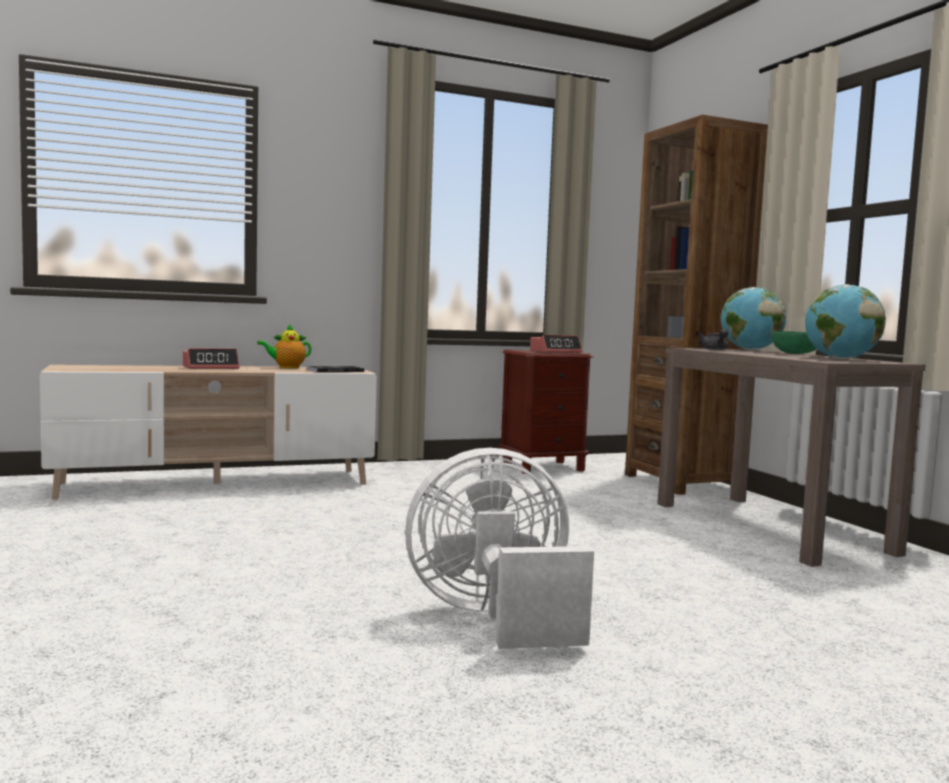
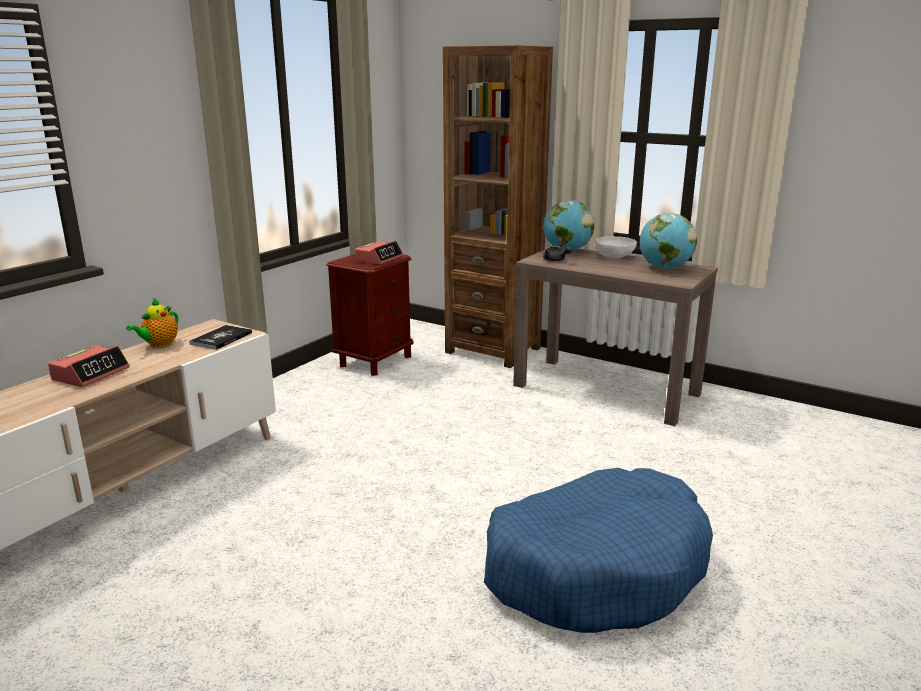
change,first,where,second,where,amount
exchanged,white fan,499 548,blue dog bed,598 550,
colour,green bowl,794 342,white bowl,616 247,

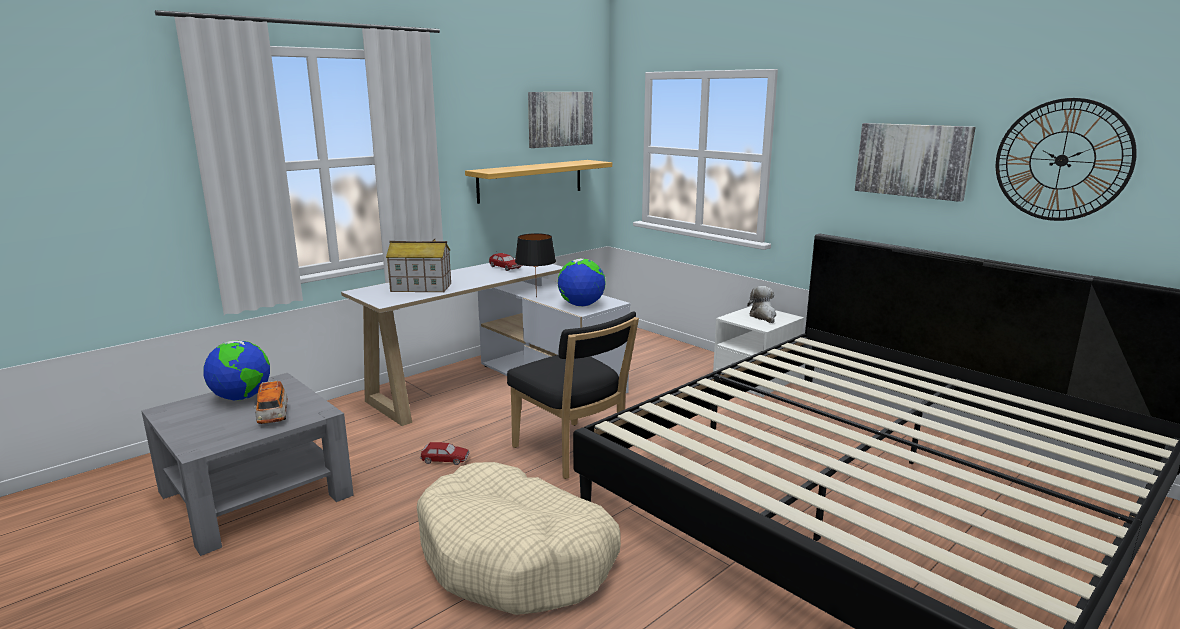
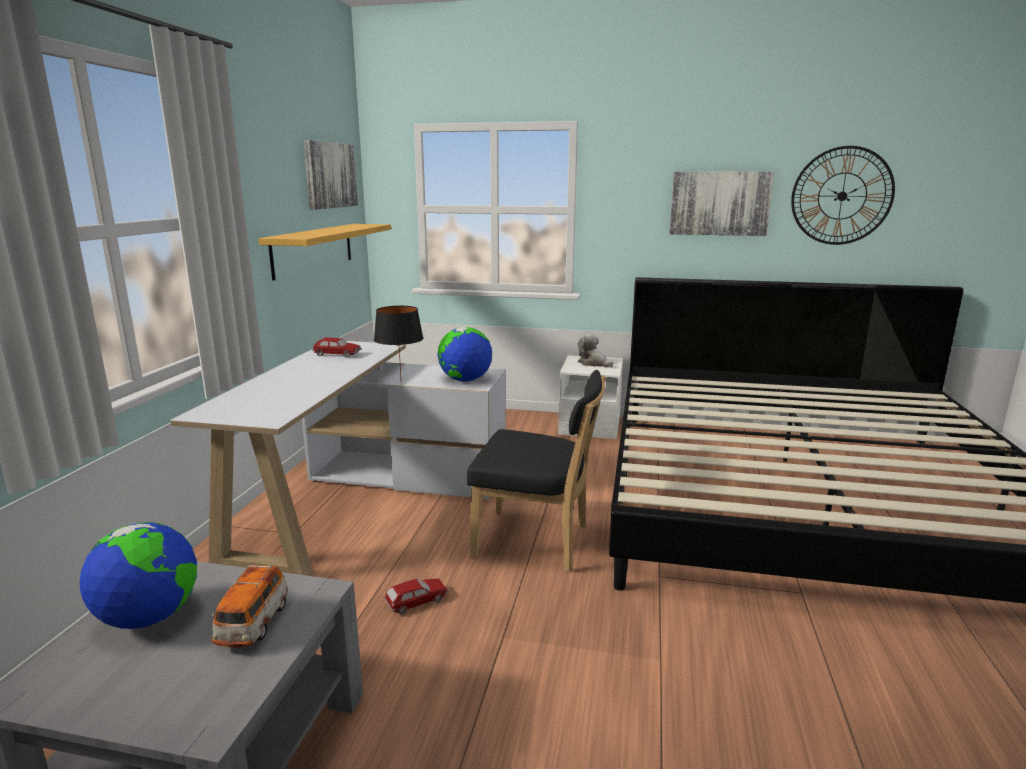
change,first,where,second,where,amount
spun,toy car,271 402,,250 606,60 degrees clockwise
missing,toy house,418 265,,,
missing,beige dog bed,519 538,,,

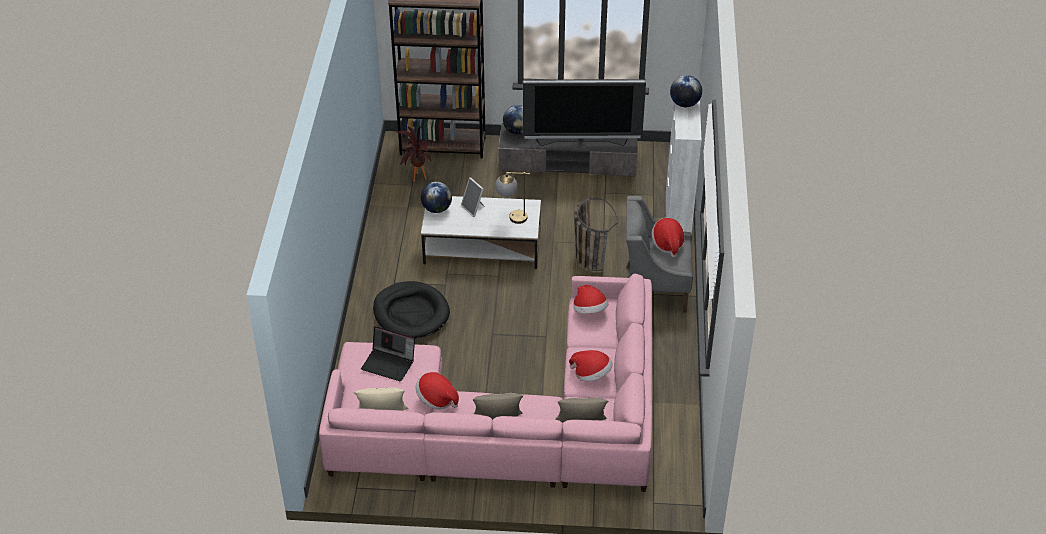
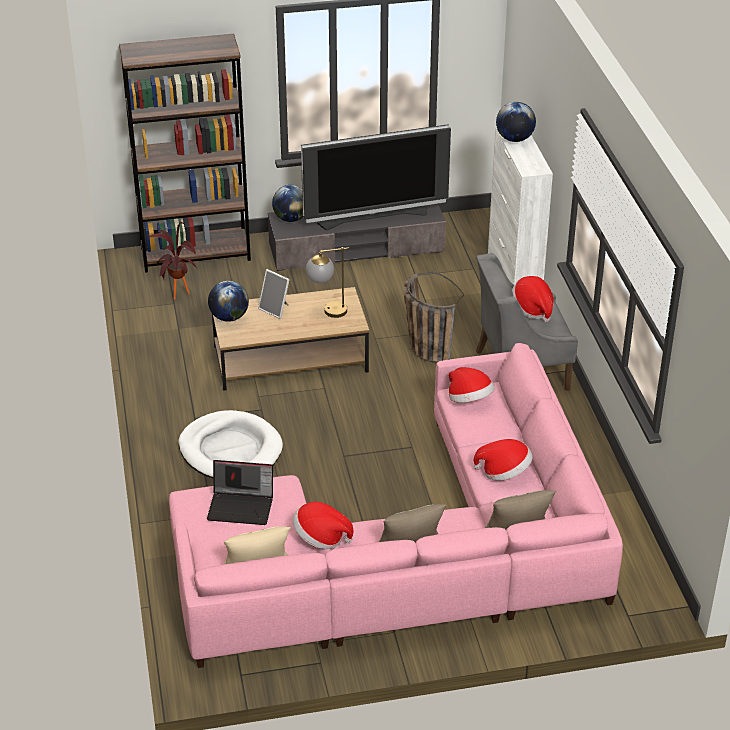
change,first,where,second,where,amount
colour,black dog bed,411 310,white dog bed,231 444,
colour,white coffee table,481 232,brown coffee table,290 339,

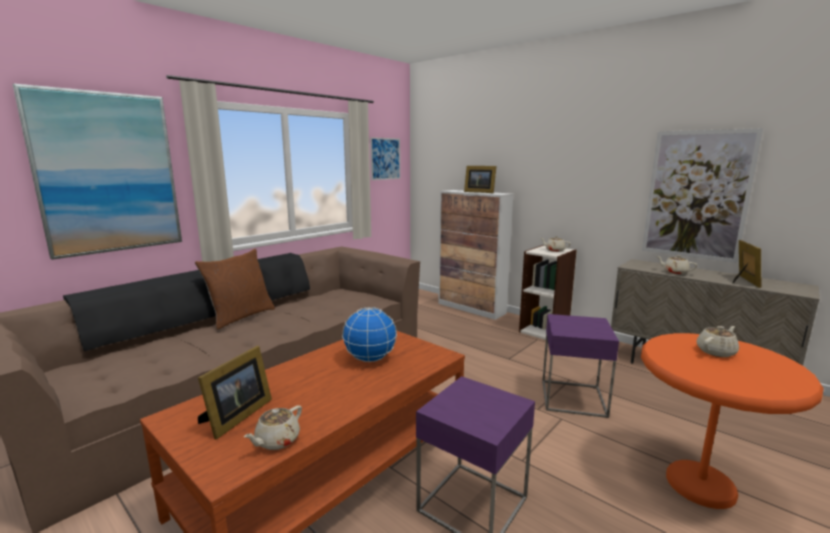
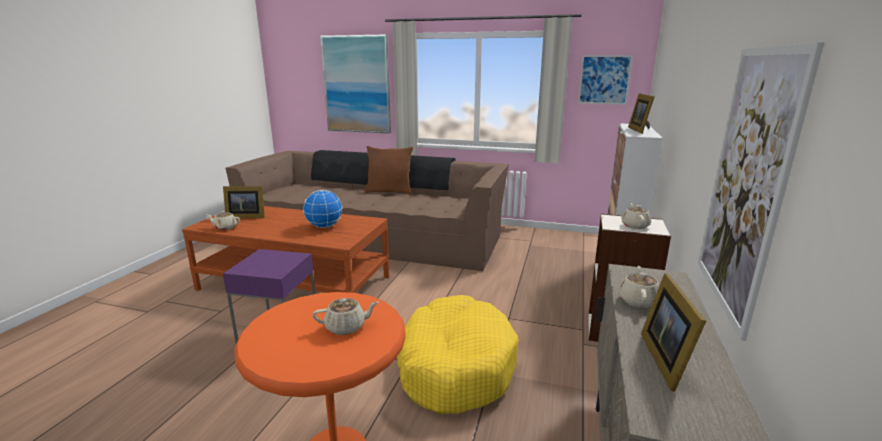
change,first,where,second,where,amount
spun,beige teapot,718 341,,345 316,45 degrees counterclockwise
exchanged,purple side table,580 366,yellow dog bed,458 354,
spun,picture frame,746 264,,673 332,105 degrees clockwise

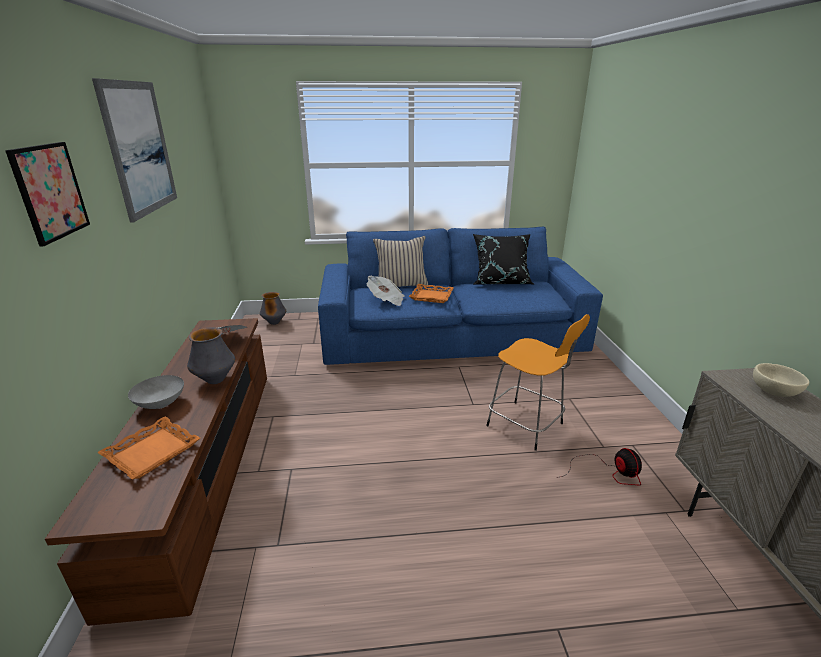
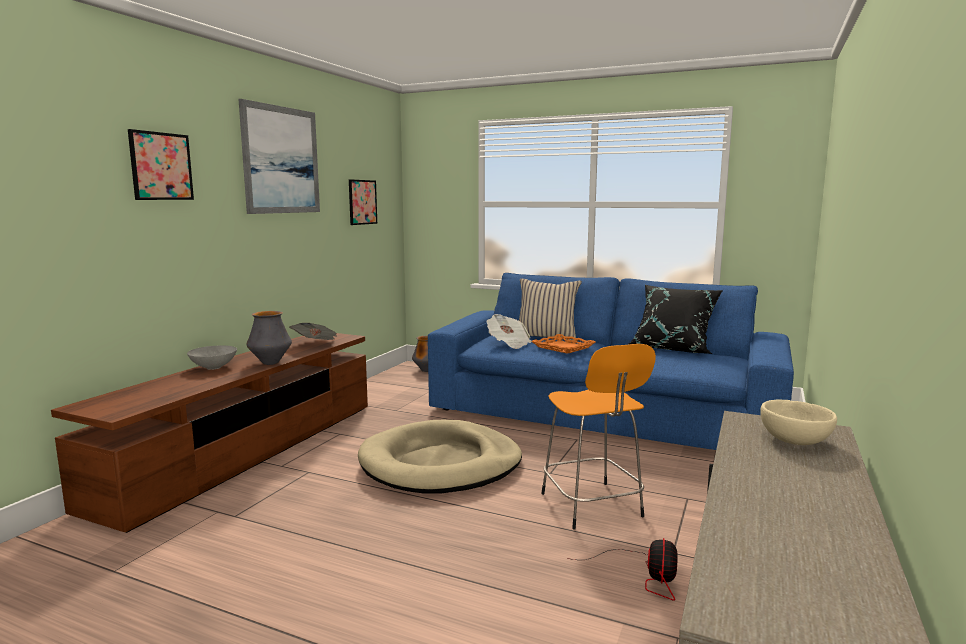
change,first,where,second,where,amount
appeared,,,picture,363 202,
appeared,,,beige dog bed,440 457,
missing,orange tray,148 448,,,

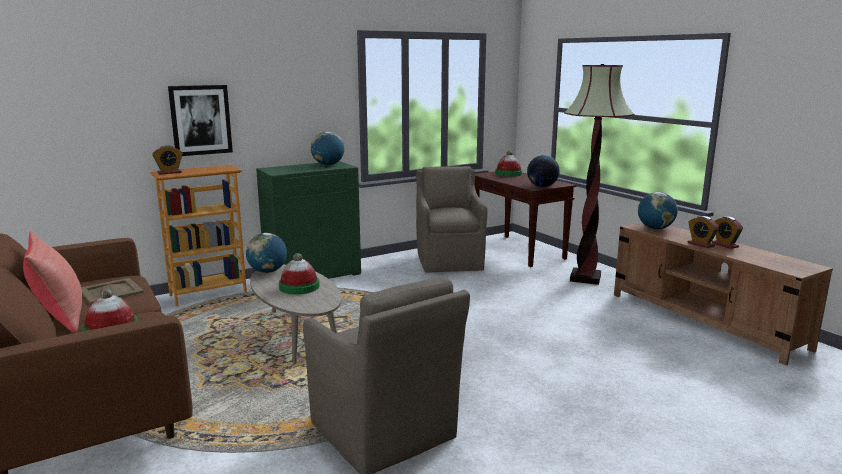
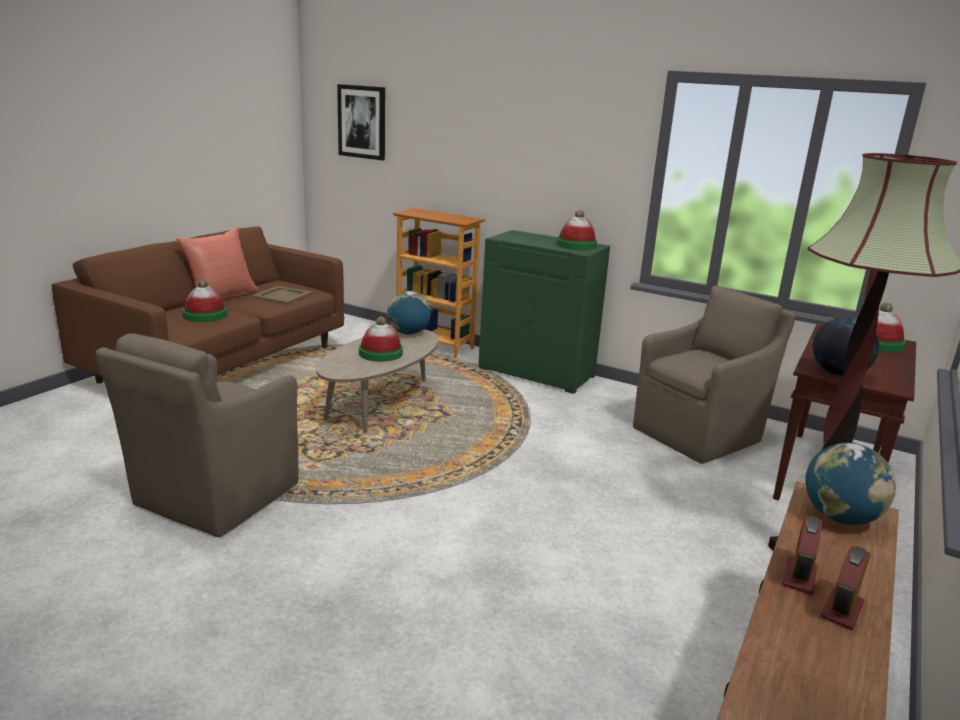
change,first,where,second,where,amount
relocated,picture,200 120,,361 122,
exchanged,globe,327 148,hat,577 230,
missing,alarm clock,167 160,,,

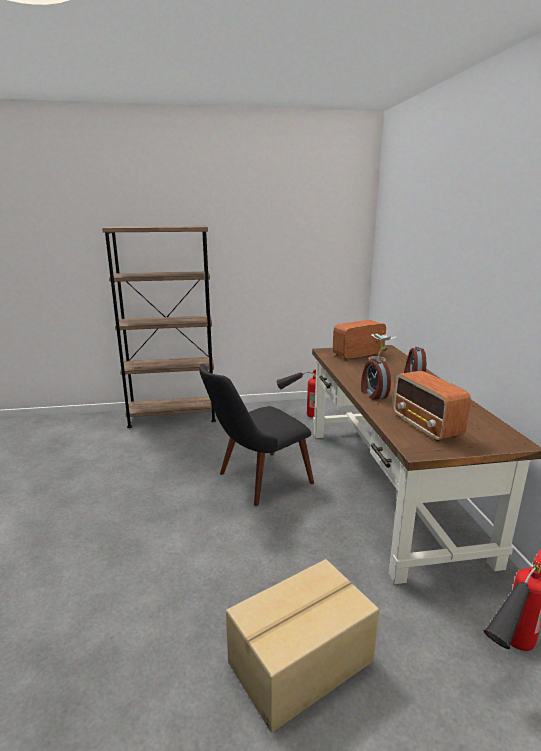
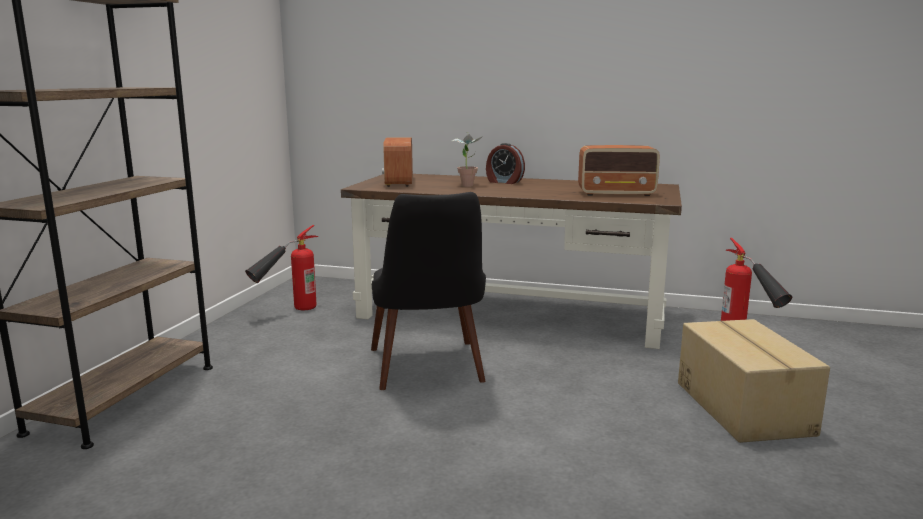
change,first,where,second,where,amount
missing,alarm clock,376 379,,,

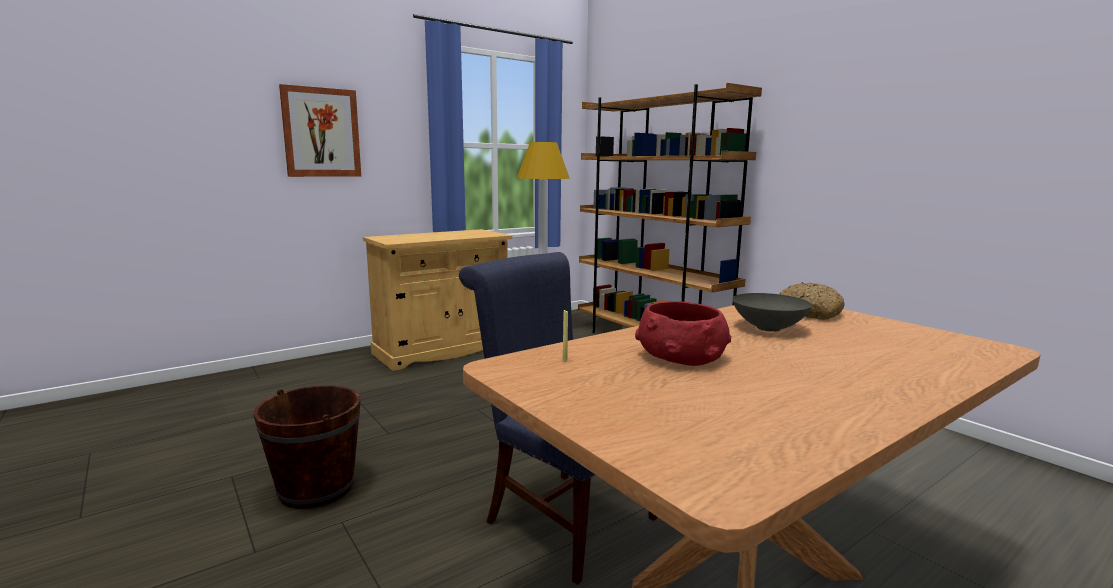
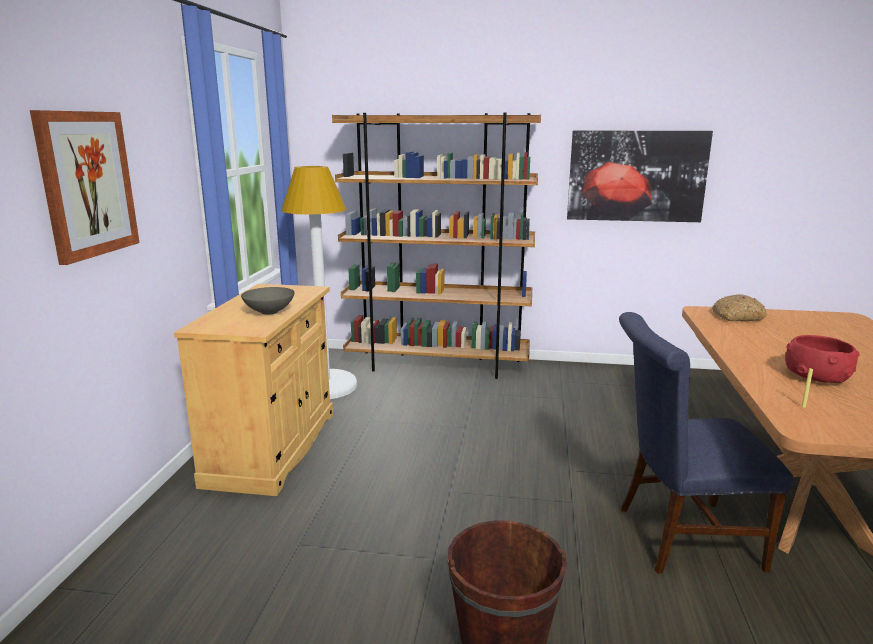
change,first,where,second,where,amount
relocated,grey bowl,772 312,,268 301,
appeared,,,picture,640 176,

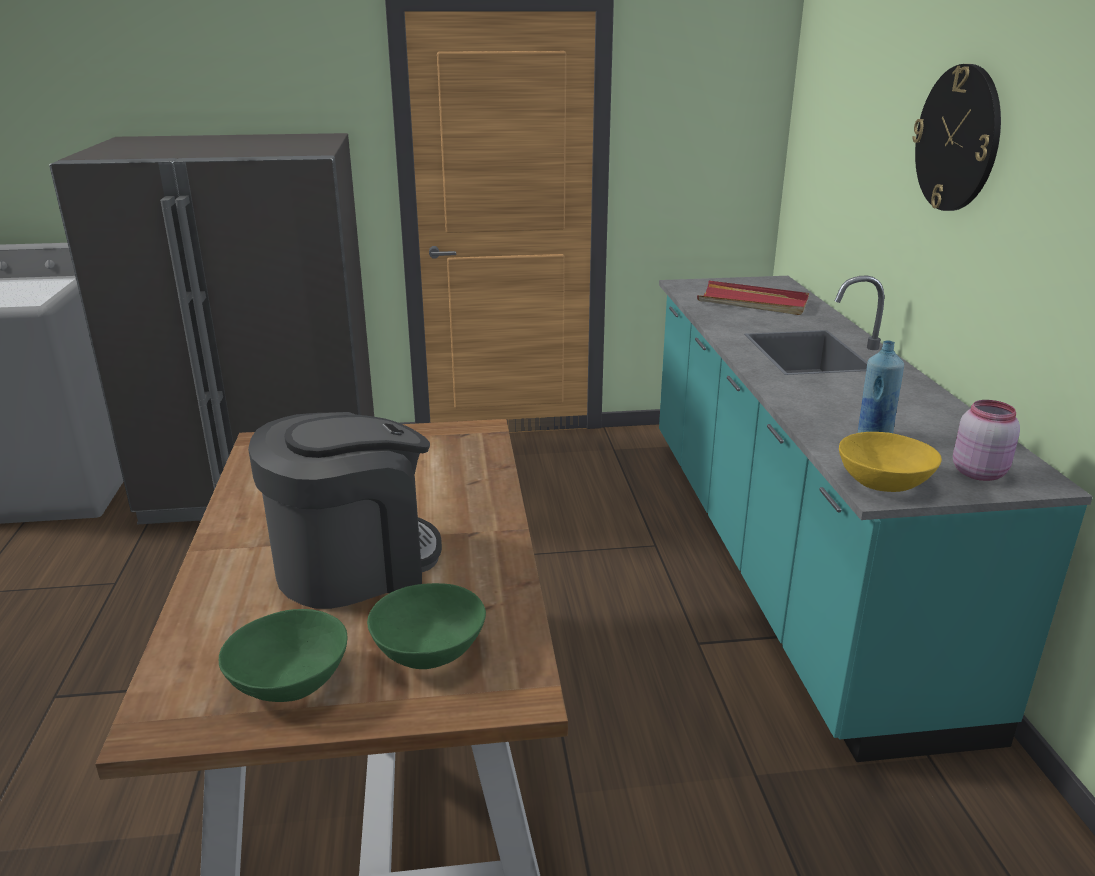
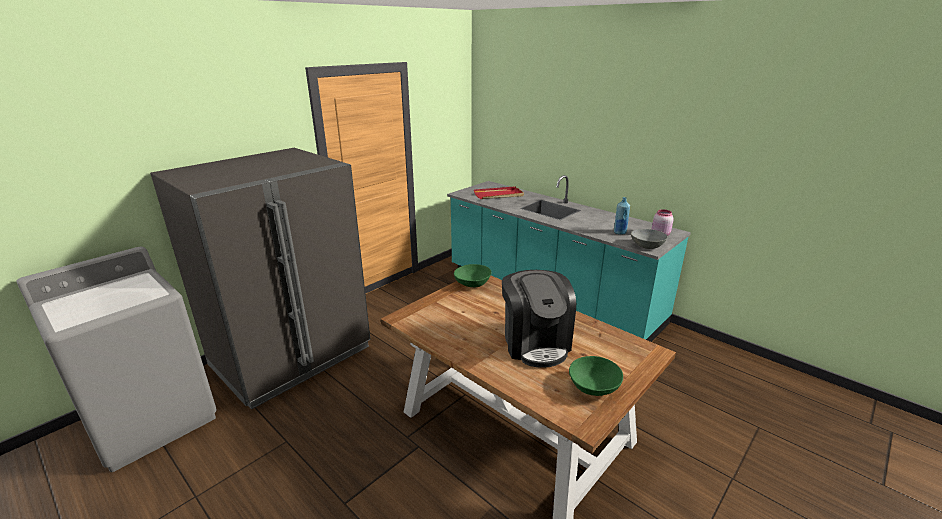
change,first,where,second,where,amount
relocated,green bowl,426 626,,472 275,
spun,coffee machine,345 510,,539 319,150 degrees clockwise
colour,yellow bowl,890 462,grey bowl,649 239,
missing,wall clock,956 137,,,

